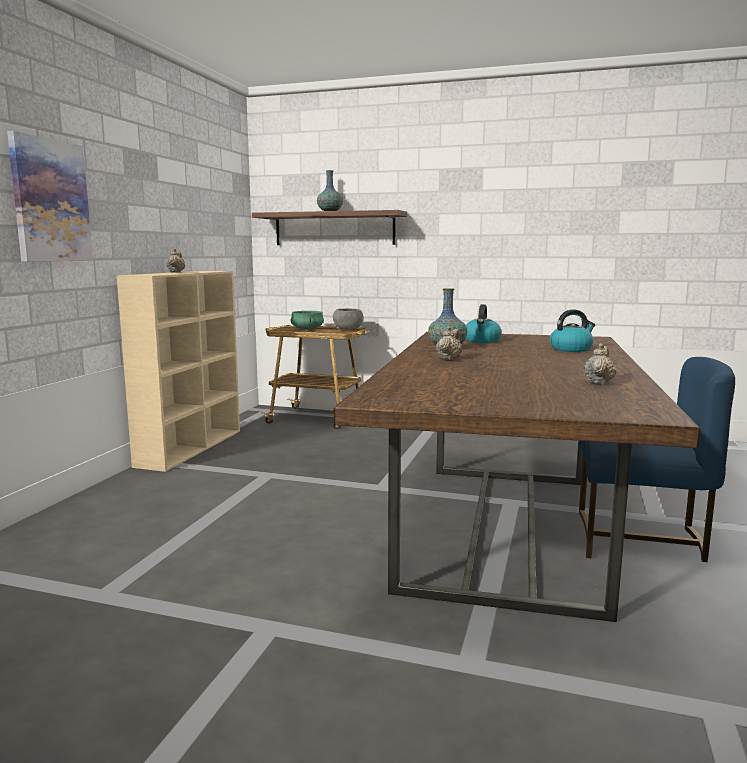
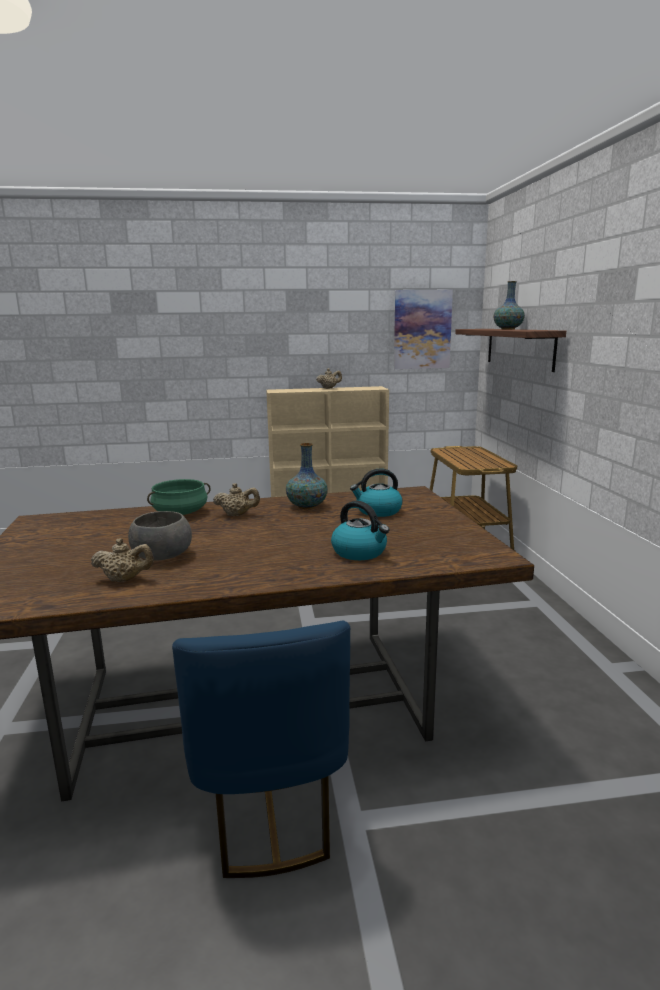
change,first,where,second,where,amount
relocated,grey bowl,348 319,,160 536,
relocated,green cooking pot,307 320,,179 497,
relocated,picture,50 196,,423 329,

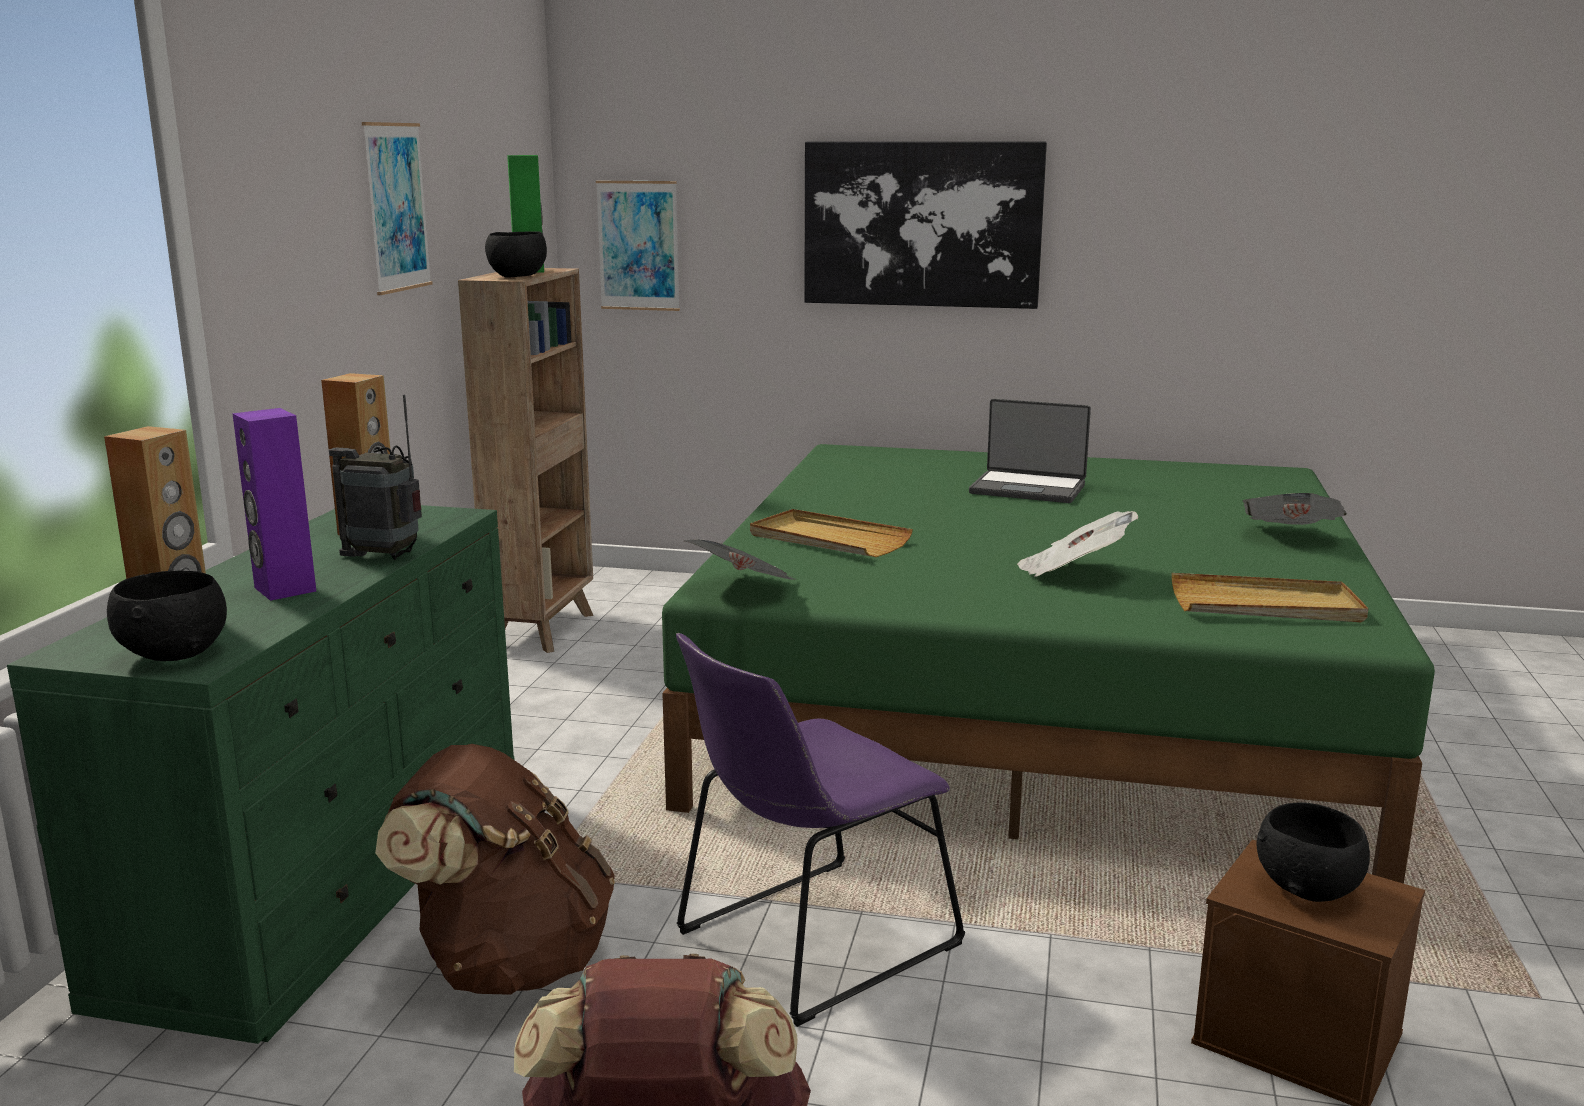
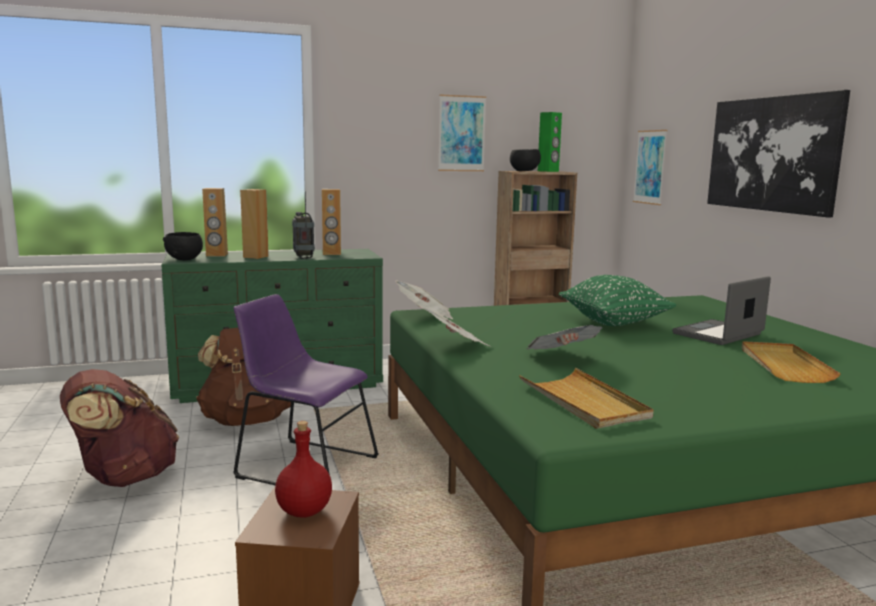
change,first,where,second,where,amount
colour,purple speaker,274 504,brown speaker,254 224,
exchanged,black bowl,1313 852,red bottle,303 469,
relocated,newspaper,1295 509,,456 327,
appeared,,,green pillow,617 300,
spun,laptop,1030 451,,721 310,60 degrees clockwise
relocated,beige tray,831 533,,791 362,

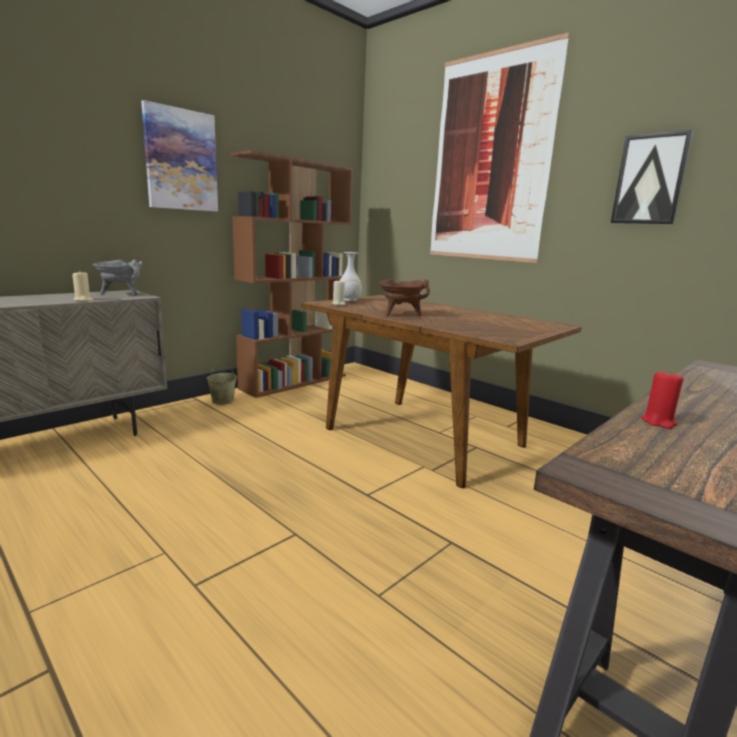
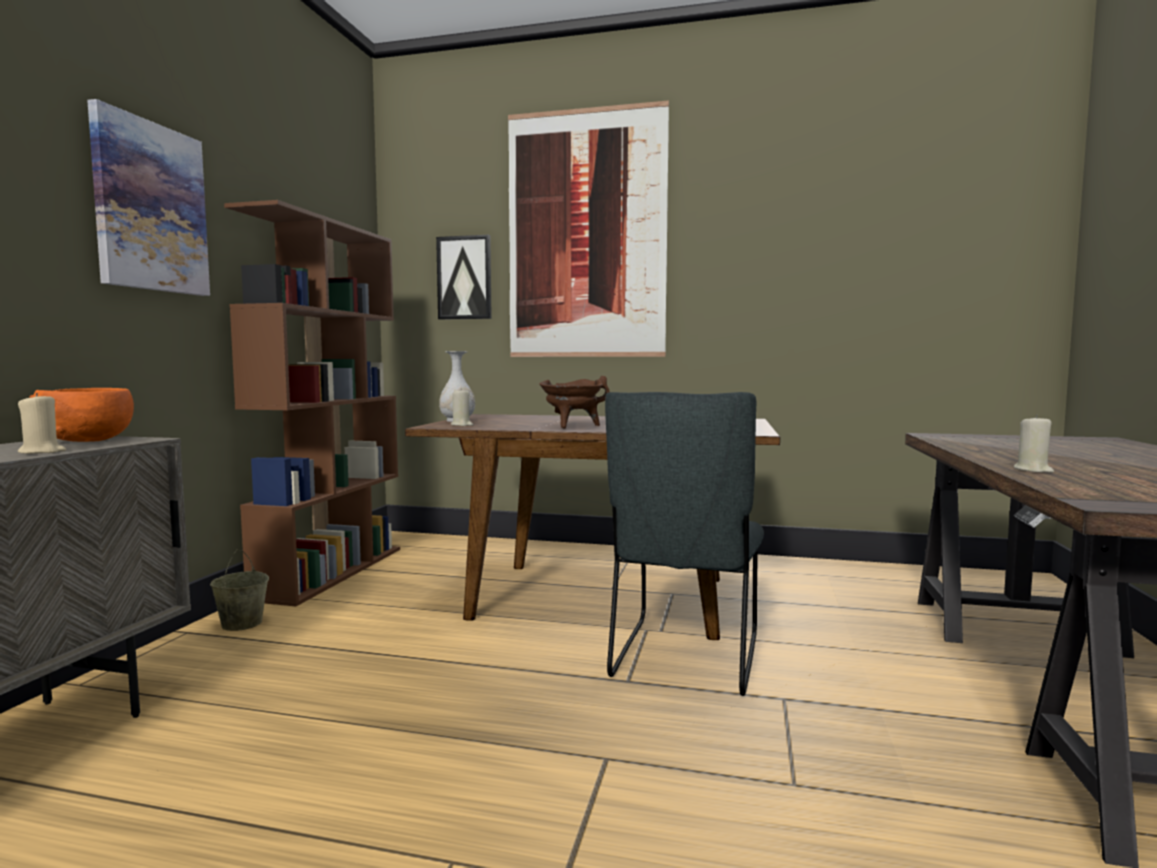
change,first,where,second,where,amount
exchanged,grey cooking pot,117 278,orange bowl,81 415,
relocated,picture,652 177,,464 277,
appeared,,,grey chair,684 544,
colour,red candle,662 399,beige candle,1034 444,

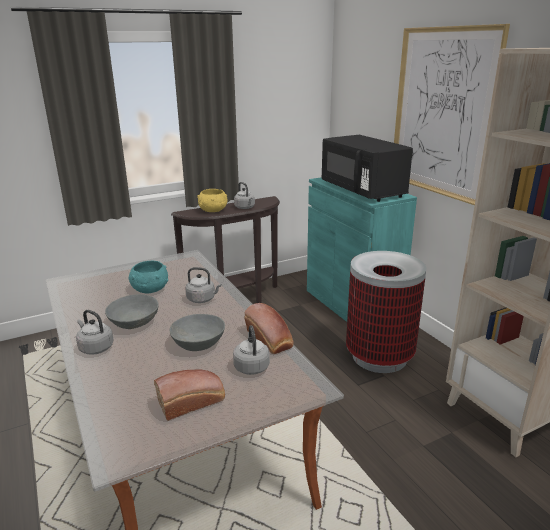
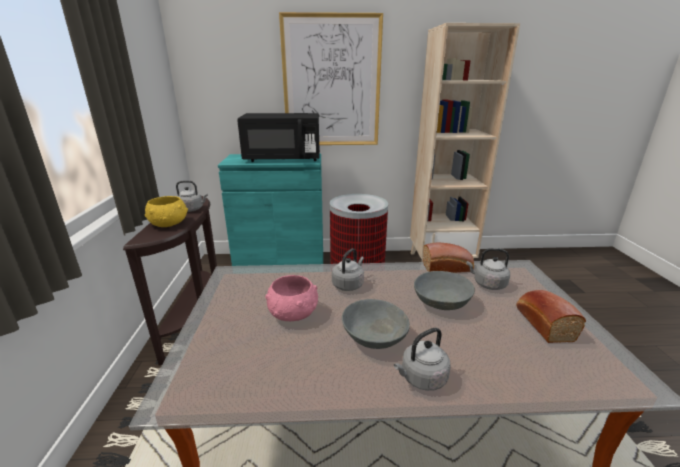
change,first,where,second,where,amount
colour,turquoise bowl,148 277,pink bowl,291 298,

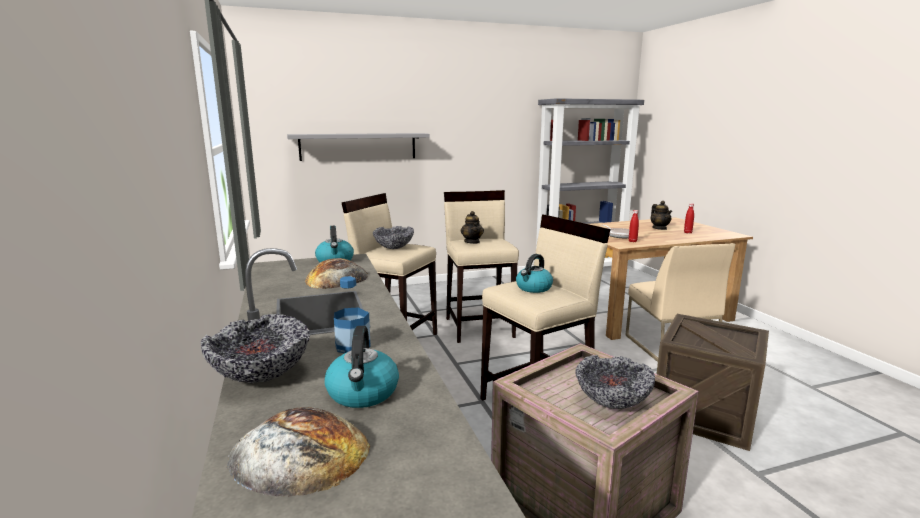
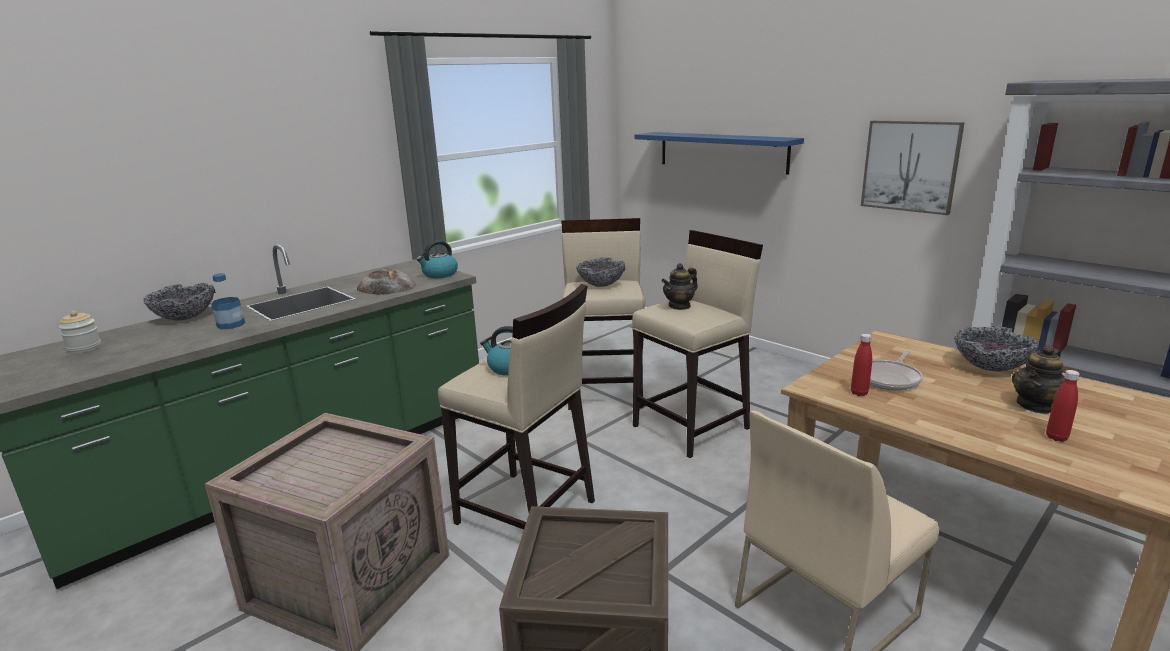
change,first,where,second,where,amount
exchanged,bread,298 452,jar,80 332,
colour,grey shelf,358 147,blue shelf,719 153,
appeared,,,picture,913 168,
relocated,bowl,615 382,,996 348,
missing,kettle,362 367,,,

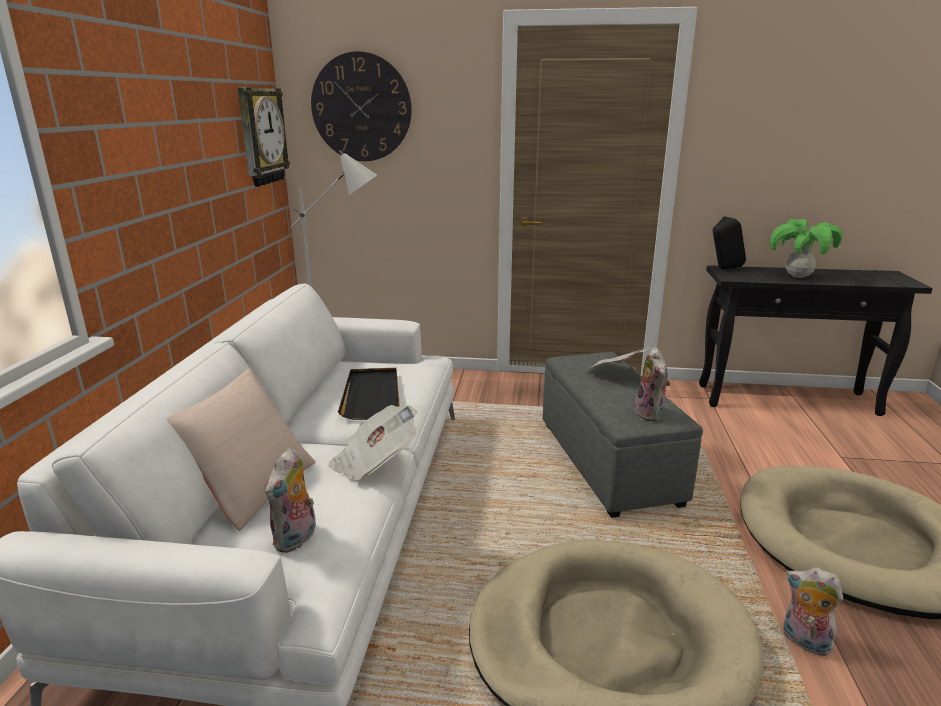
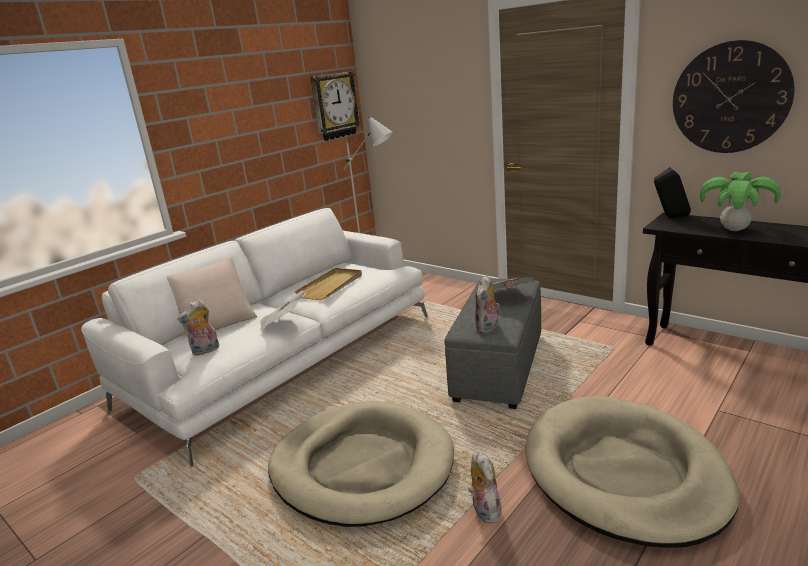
change,first,where,second,where,amount
colour,black tray,369 394,beige tray,328 284,
relocated,wall clock,361 106,,734 96,

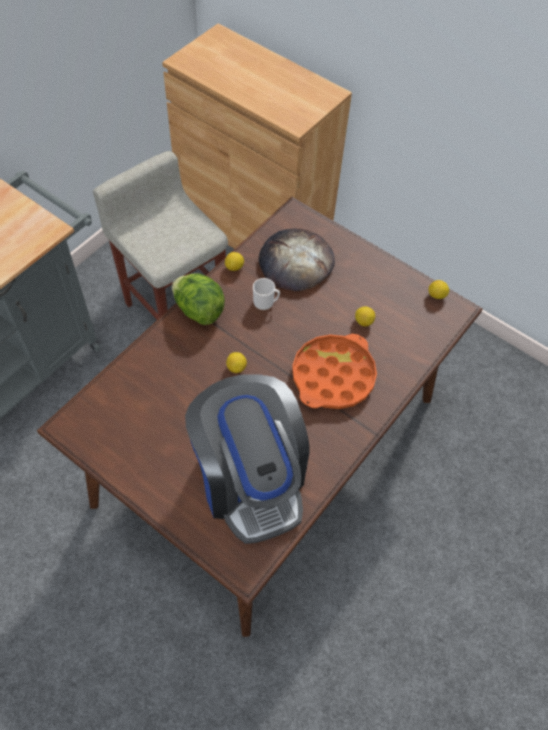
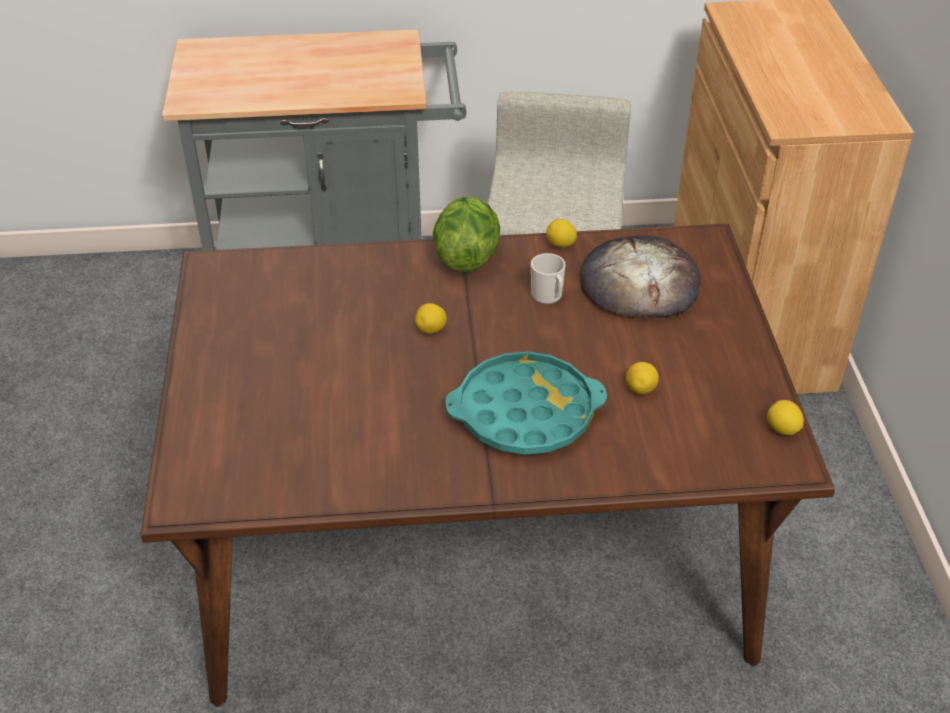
change,first,where,second,where,amount
colour,orange tray,334 371,turquoise tray,526 403,
missing,coffee machine,247 459,,,

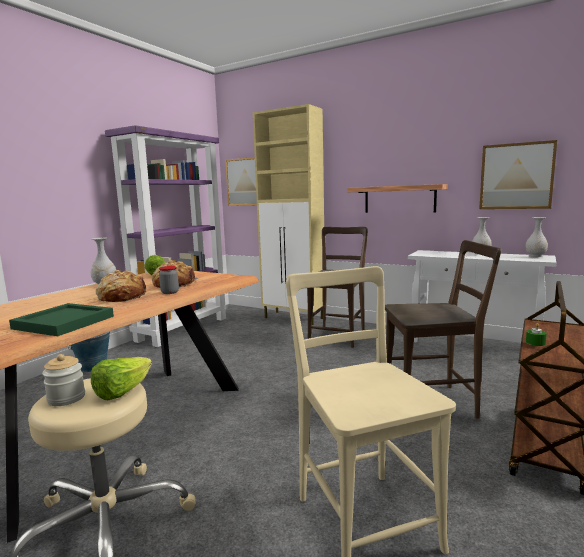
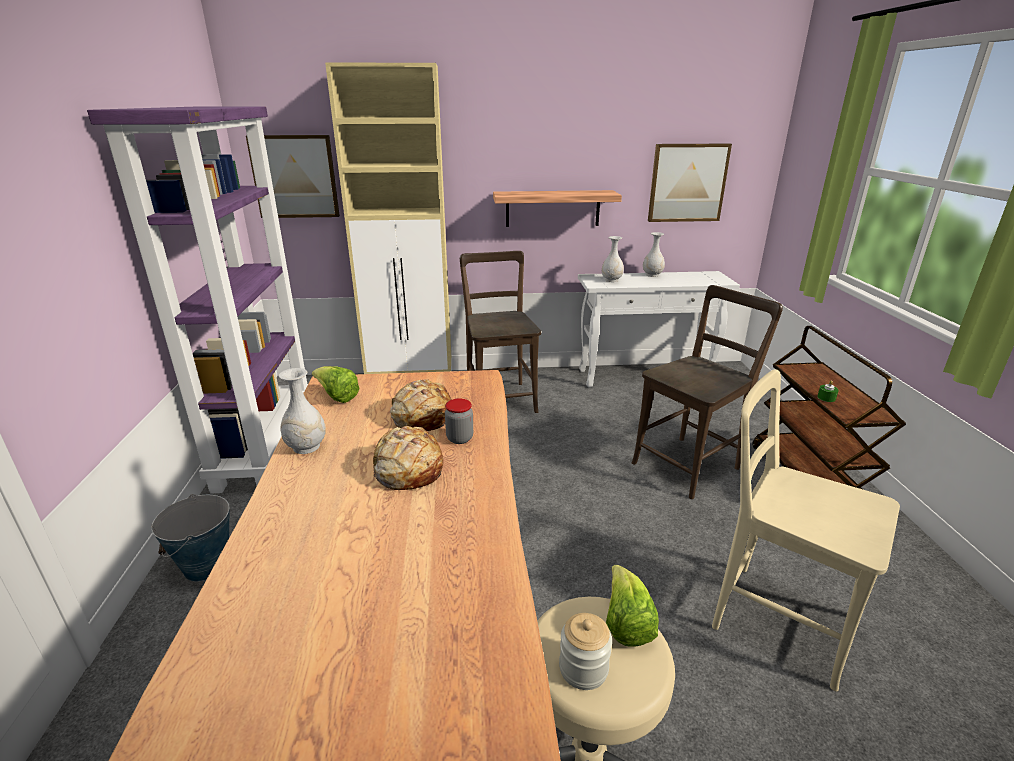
change,first,where,second,where,amount
relocated,white vase,536 237,,613 259,
missing,green tray,61 319,,,

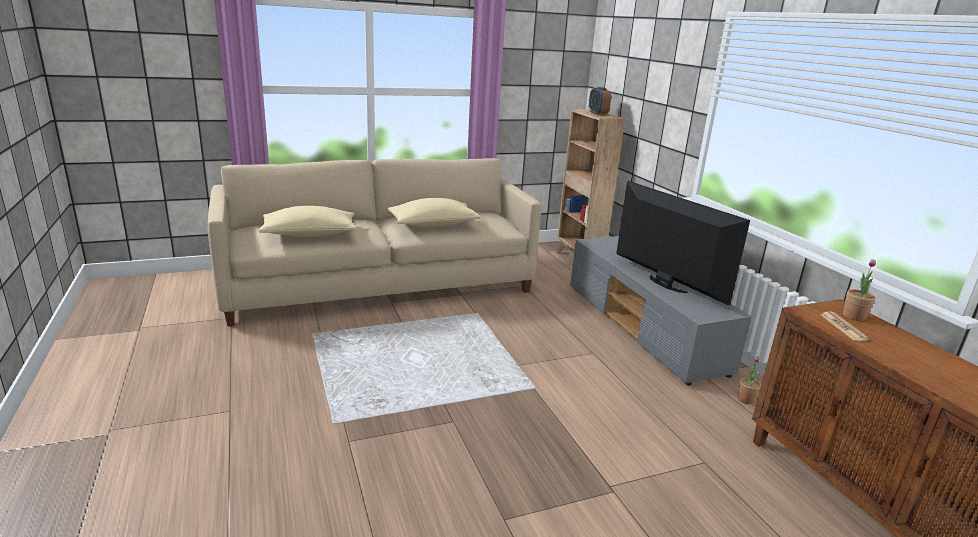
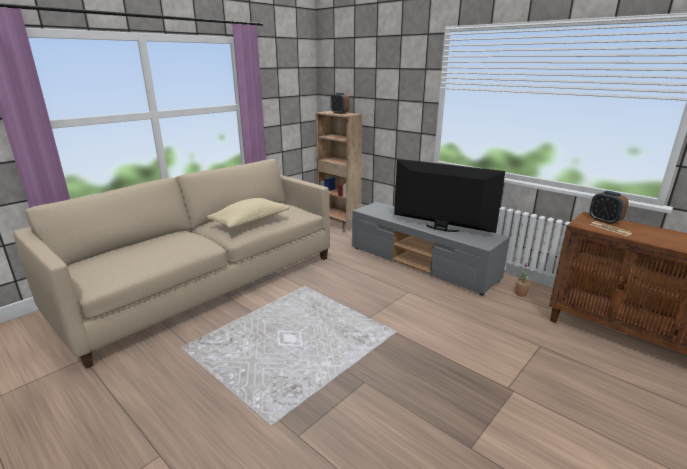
change,first,where,second,where,amount
exchanged,potted plant,859 290,alarm clock,609 208,
missing,beige pillow,307 221,,,

